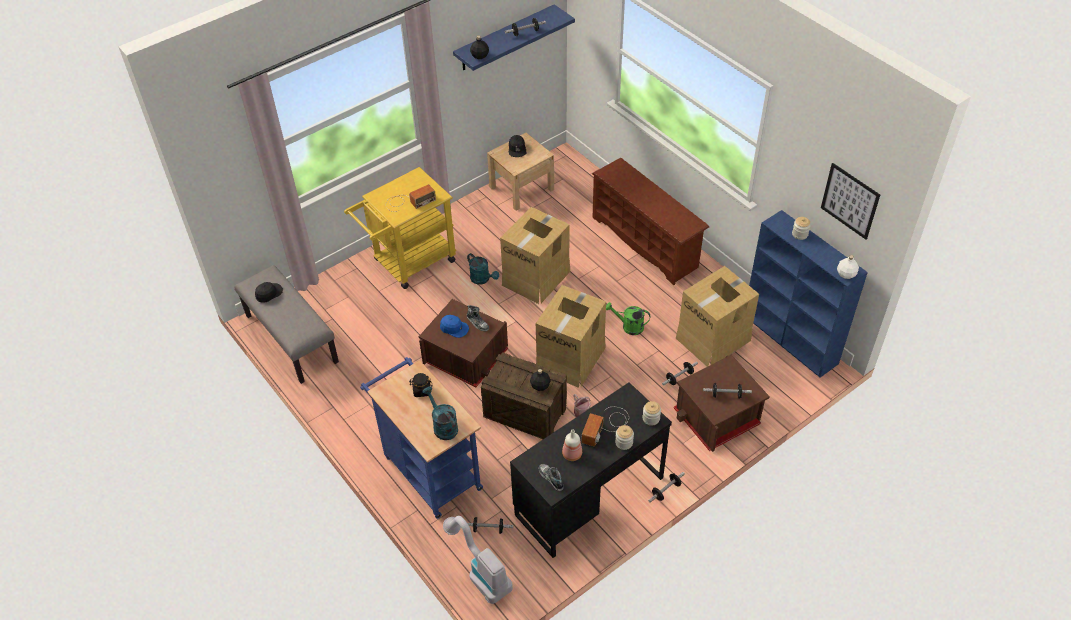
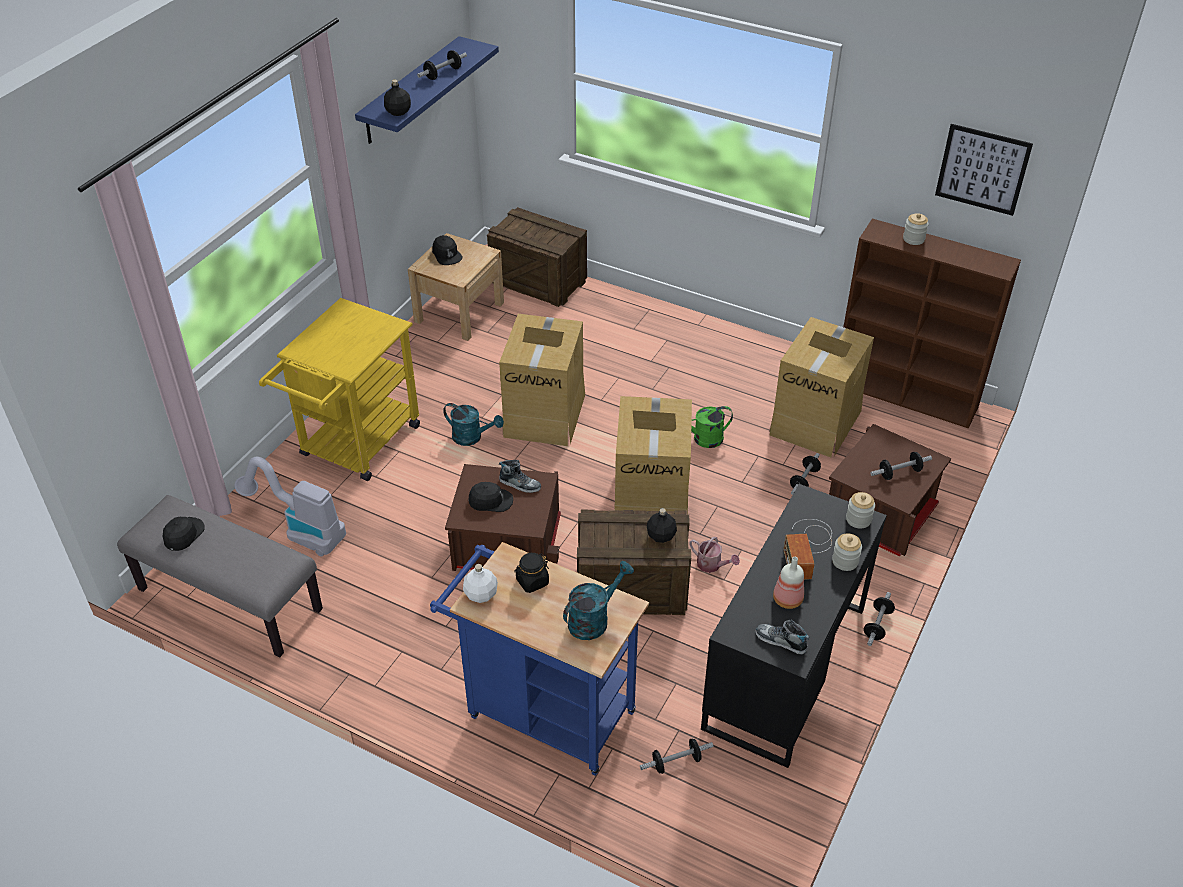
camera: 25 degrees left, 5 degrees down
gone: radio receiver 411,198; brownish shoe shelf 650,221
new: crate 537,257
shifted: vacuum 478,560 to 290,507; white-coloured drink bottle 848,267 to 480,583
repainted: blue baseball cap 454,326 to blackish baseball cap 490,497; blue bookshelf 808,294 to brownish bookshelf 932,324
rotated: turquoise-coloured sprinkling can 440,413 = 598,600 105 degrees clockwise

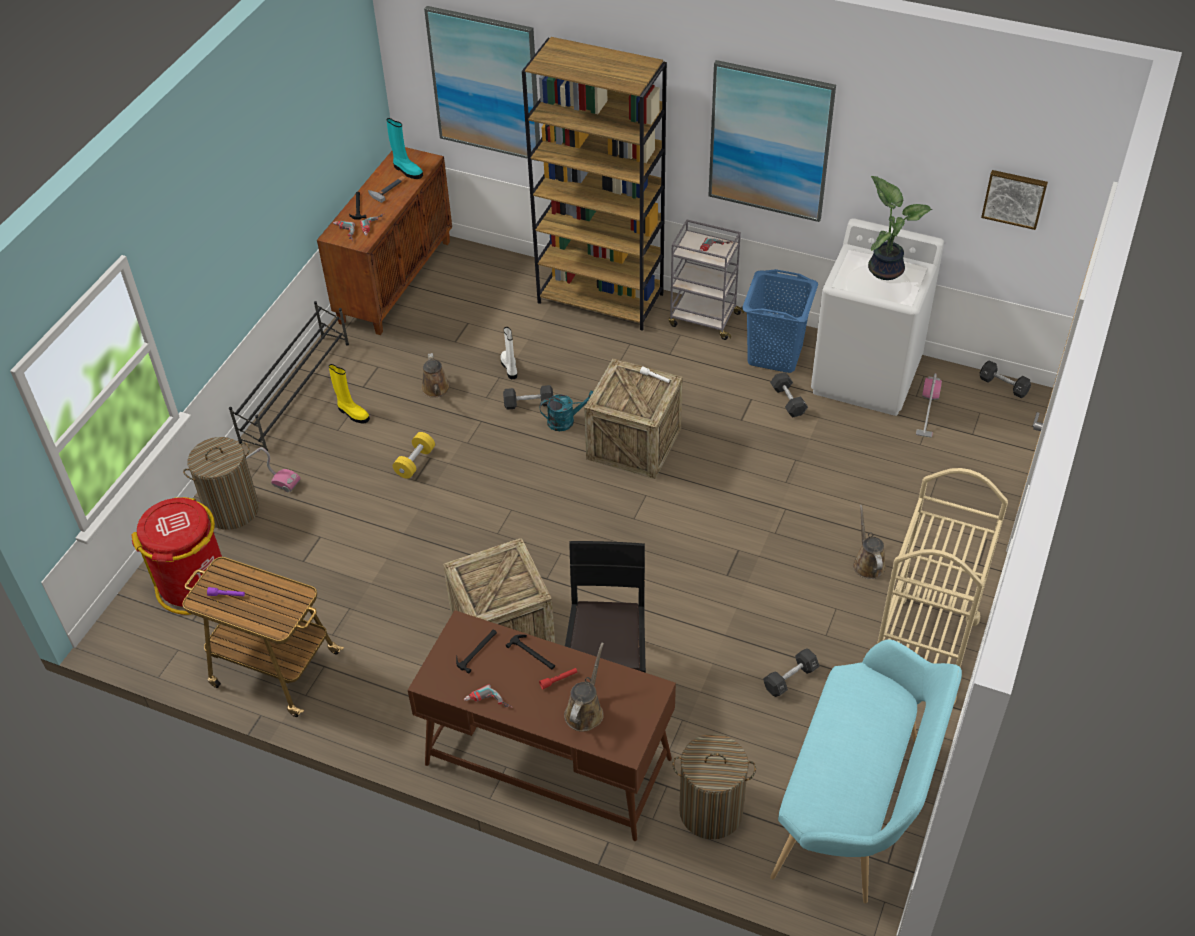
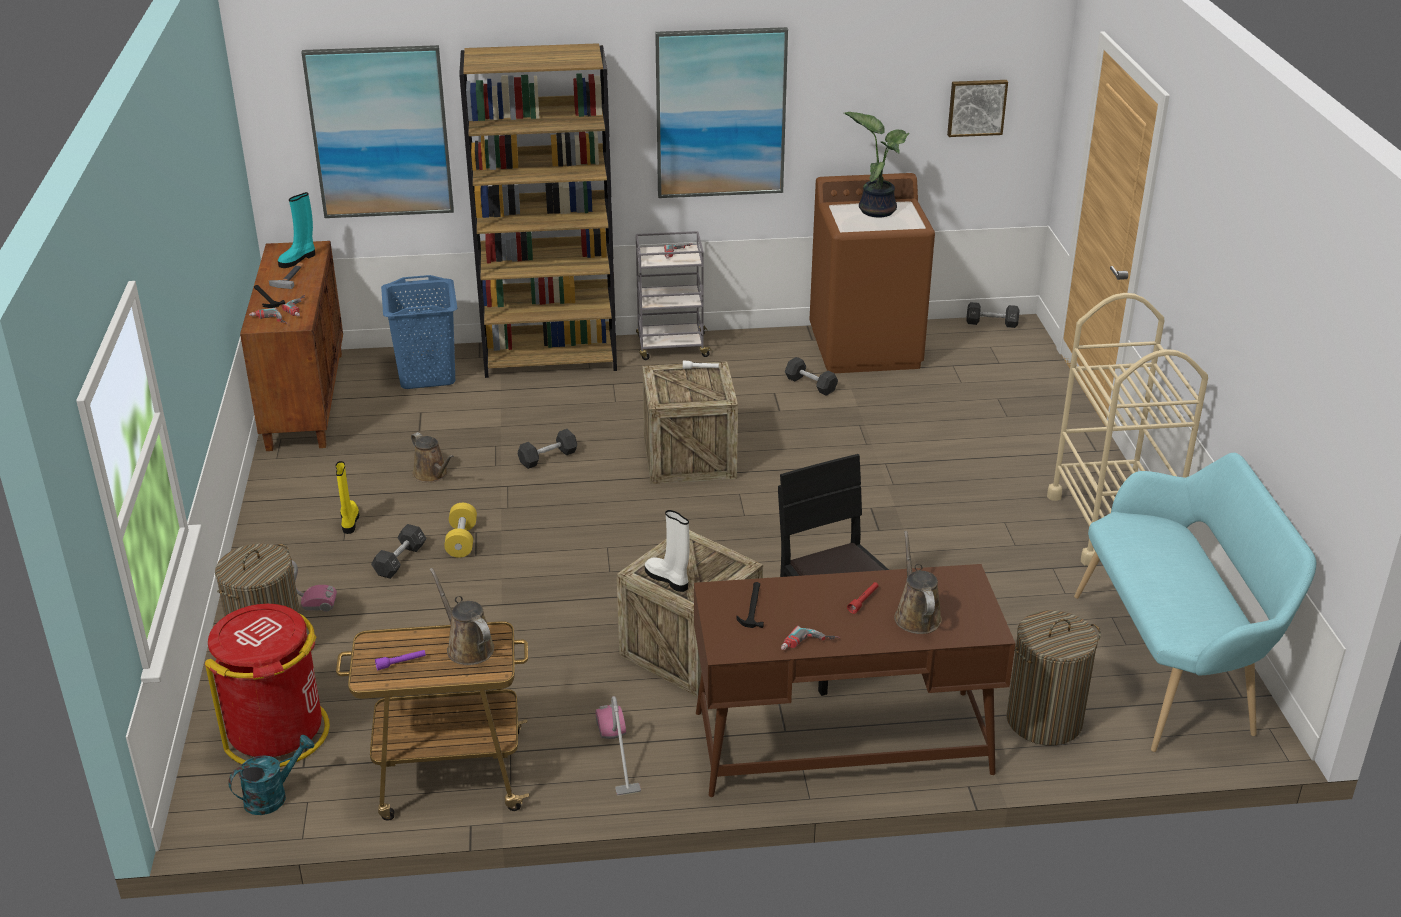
camera: 30 degrees left, 15 degrees down
gone: blackish shoe shelf 289,376; tool hammer 530,652
shifted: turquoise-coloured sprinkling can 566,411 to 271,775; blackish dumbbell 791,672 to 399,551; blue hamper 780,321 to 419,332; brownish sprinkling can 869,542 to 462,616; vacuum 929,405 to 618,746; white-coloured tall boot 509,353 to 667,551
repainted: white-coloured laundry machine 877,317 to brownish laundry machine 872,273
rotated: turquoise-coloured tall boot 404,148 = 296,230 120 degrees clockwise; yellowish tall boot 349,394 = 347,497 105 degrees counterclockwise

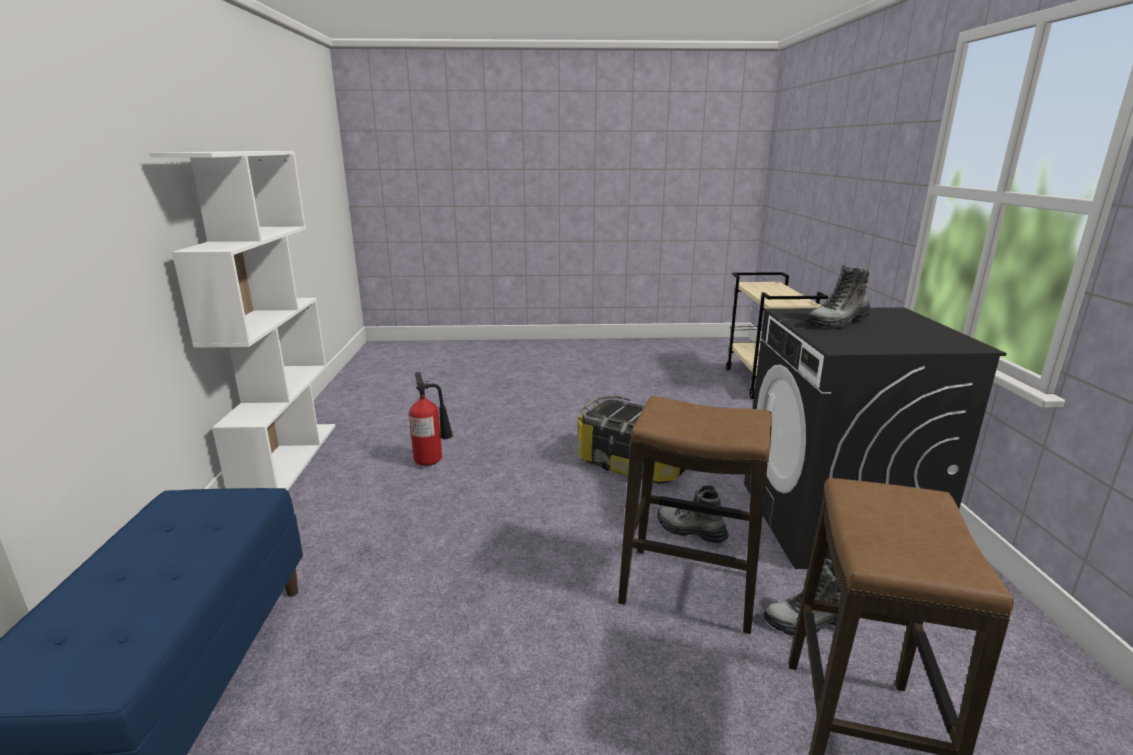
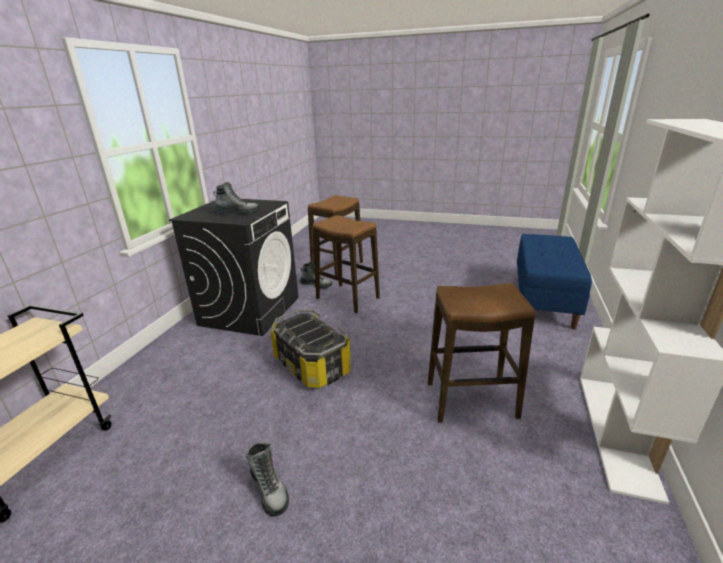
camera: 160 degrees left, 5 degrees up
shifted: tall boot 693,514 to 267,479
swapped: fire-fighting cylinder 431,419 to stool 481,353

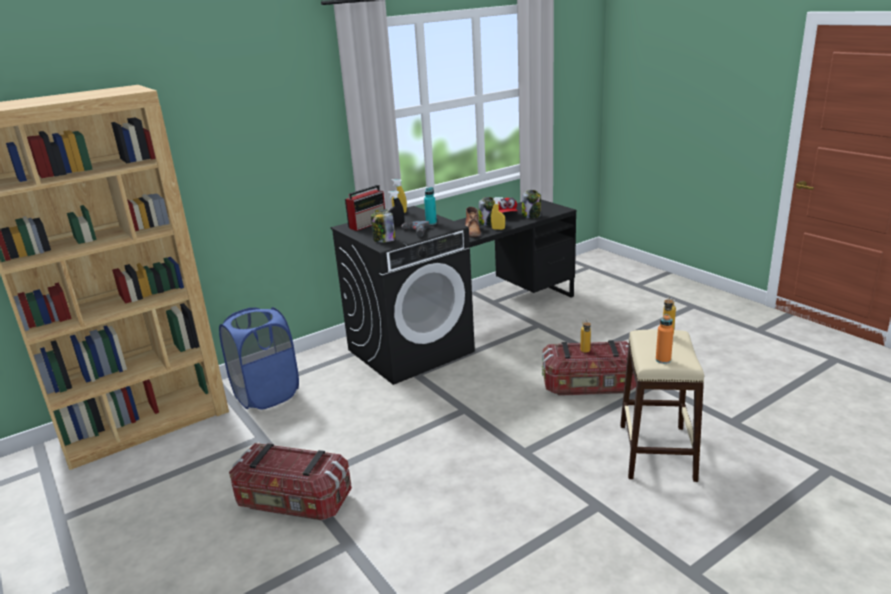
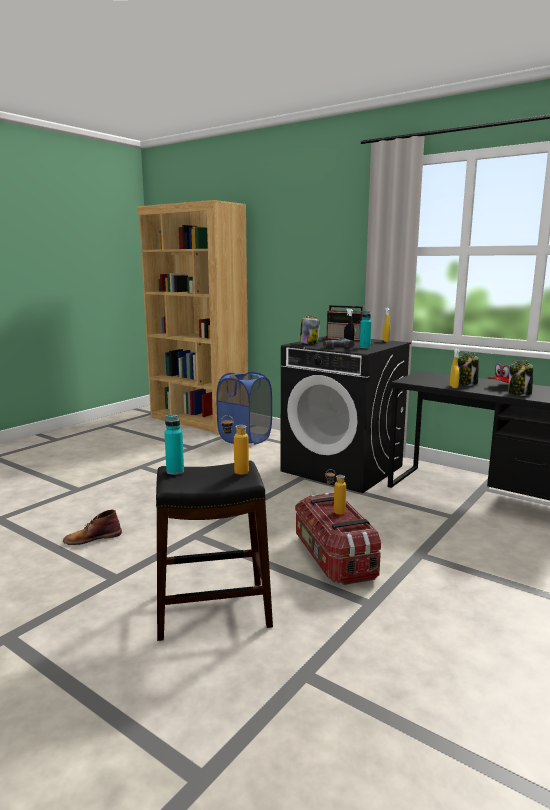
camera: 70 degrees right, 10 degrees down
gone: storage container 290,481
shifted: brownish tall boot 473,222 to 92,527
repainted: sand-coloured stool 662,406 to blackish stool 214,550; orange drink bottle 665,339 to turquoise-coloured drink bottle 174,445

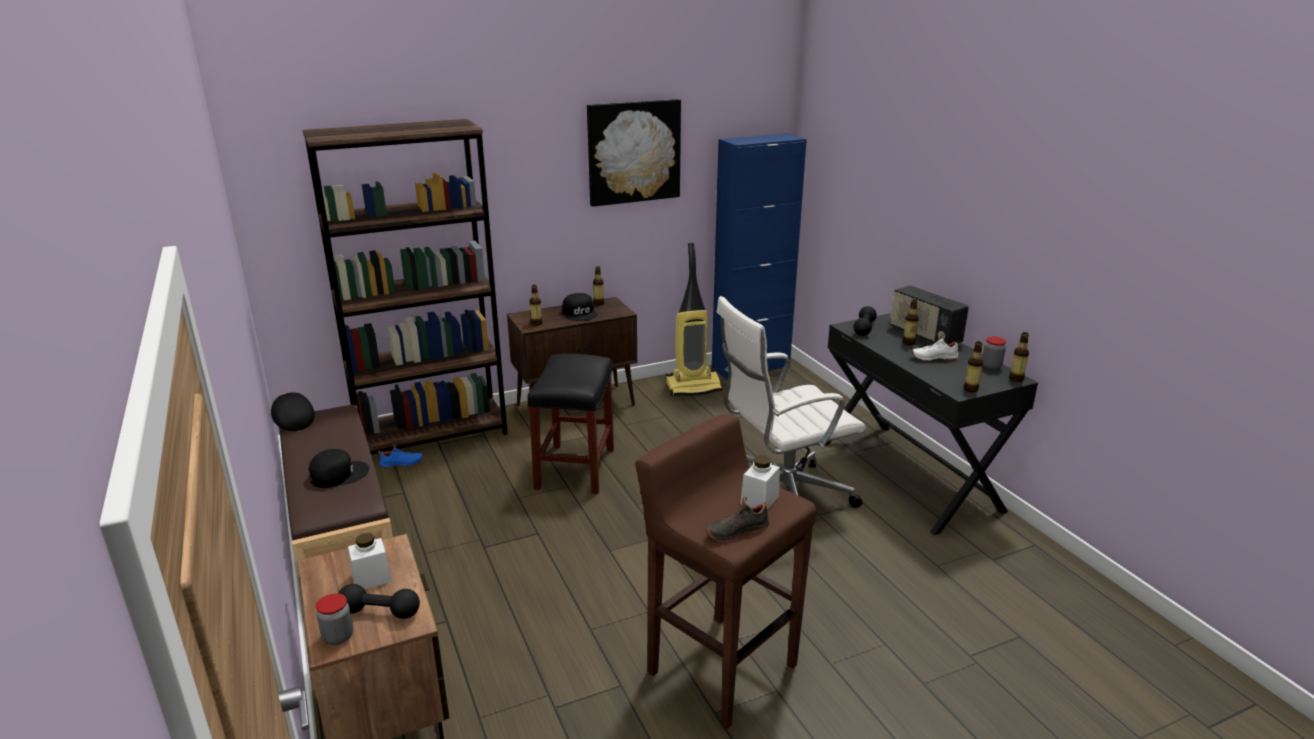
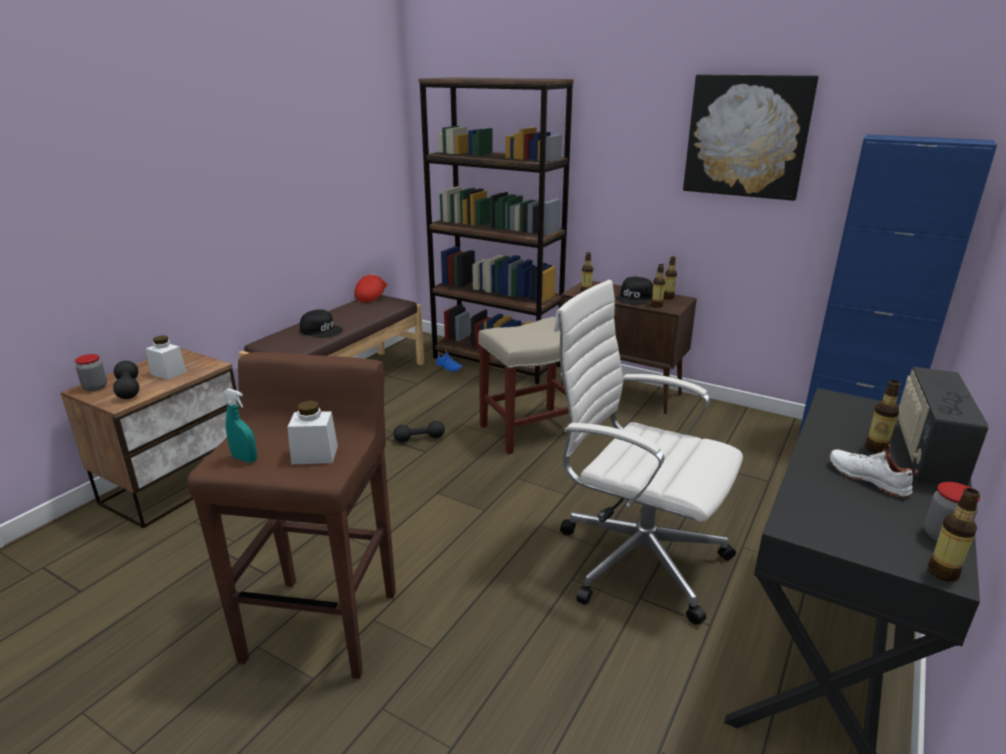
camera: 55 degrees right, 0 degrees up
gone: vacuum 694,319
shifted: blackish dumbbell 865,321 to 419,431; drink bottle 973,367 to 658,286
swapped: blackish low shoe 737,518 to turquoise-coloured sprayer 240,425
repainted: blackish baseball cap 293,411 to reddish baseball cap 370,288; blackish stool 570,424 to sand-coloured stool 523,385

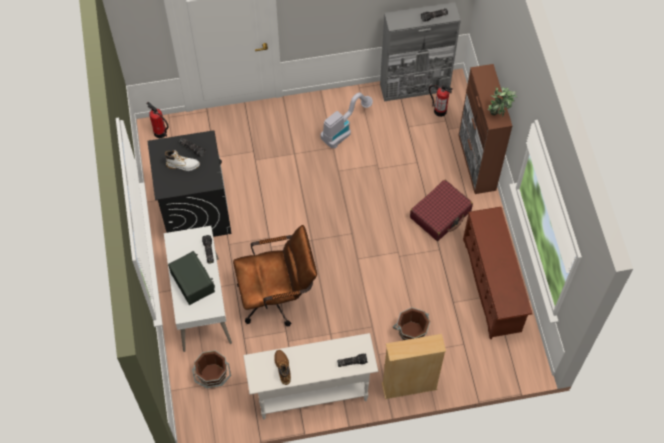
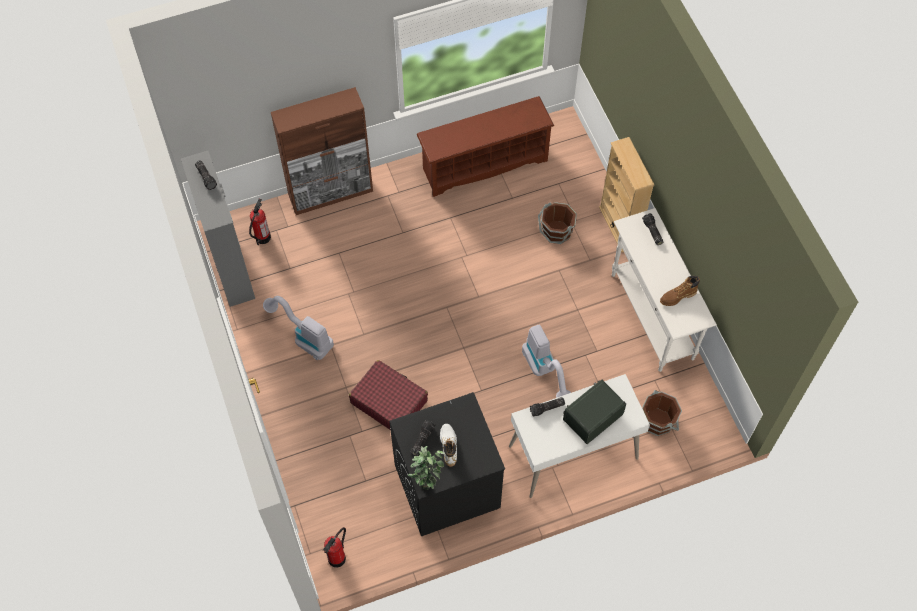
camera: 100 degrees left, 0 degrees up
shifted: reddish travel case 441,210 to 388,395; houseplant 502,102 to 426,468
swapped: brownish desk chair 275,276 to vacuum 546,361

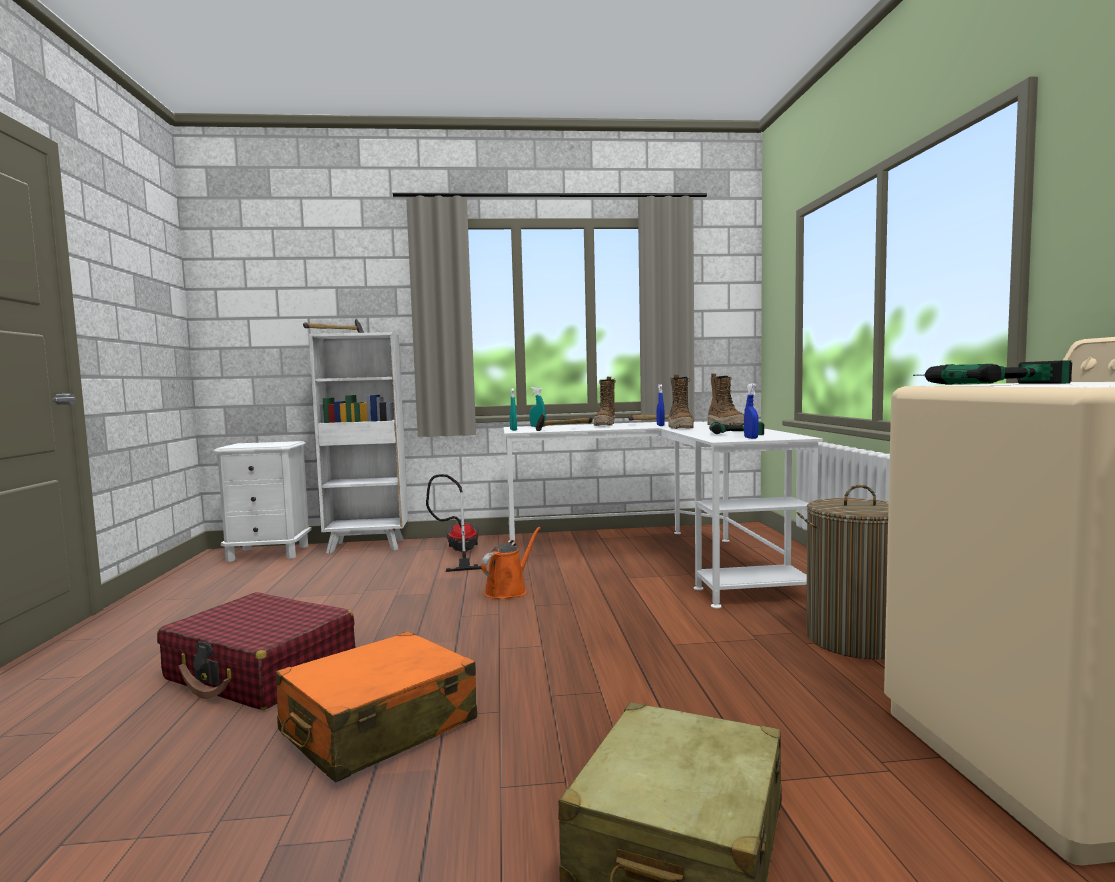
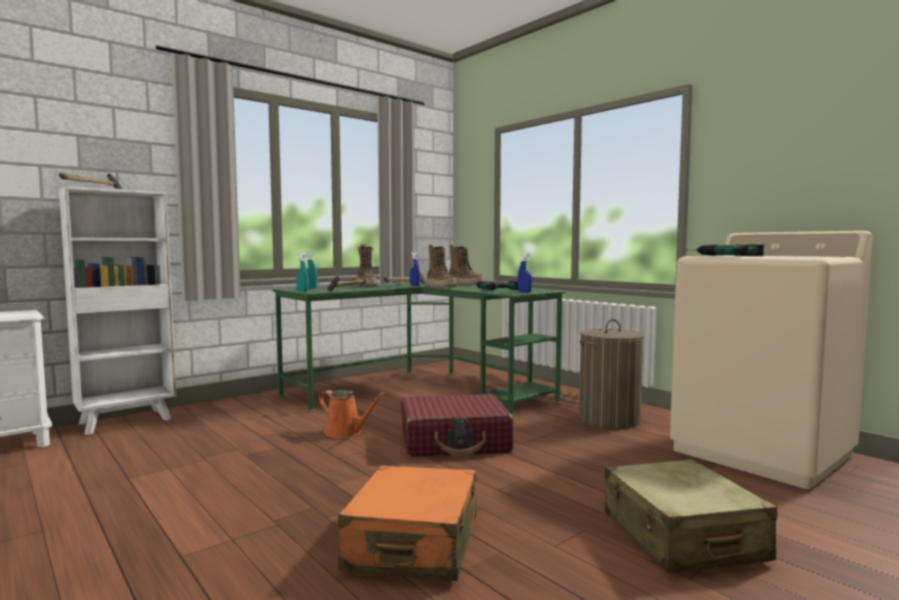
camera: 35 degrees left, 0 degrees up
gone: vacuum 453,523
shifted: reddish travel case 256,651 to 457,425
repainted: white-coloured desk table 663,515 to green-coloured desk table 418,349
rotated: orange sprinkling can 511,563 = 352,414 120 degrees clockwise

